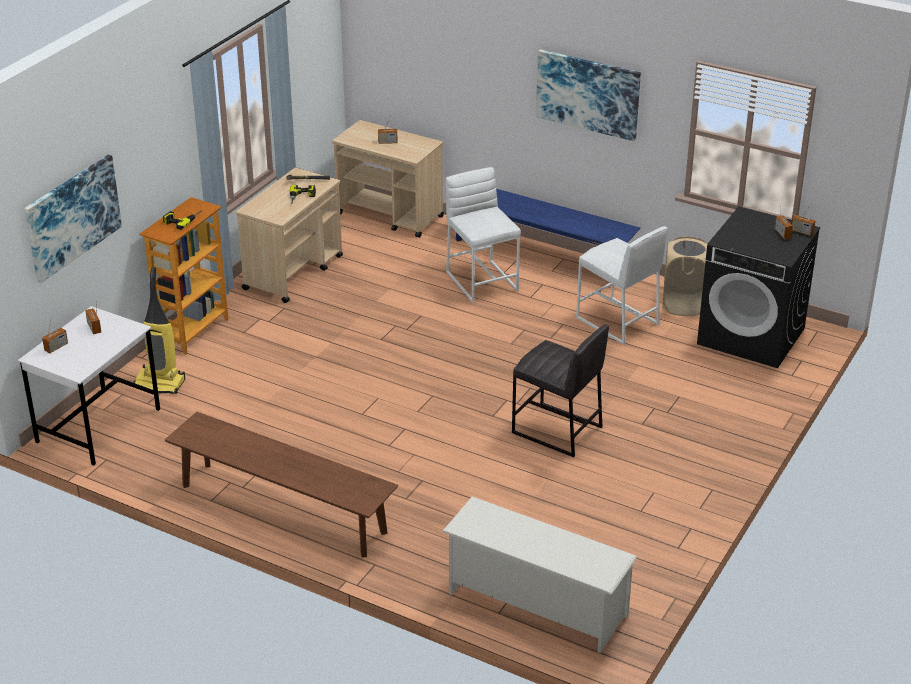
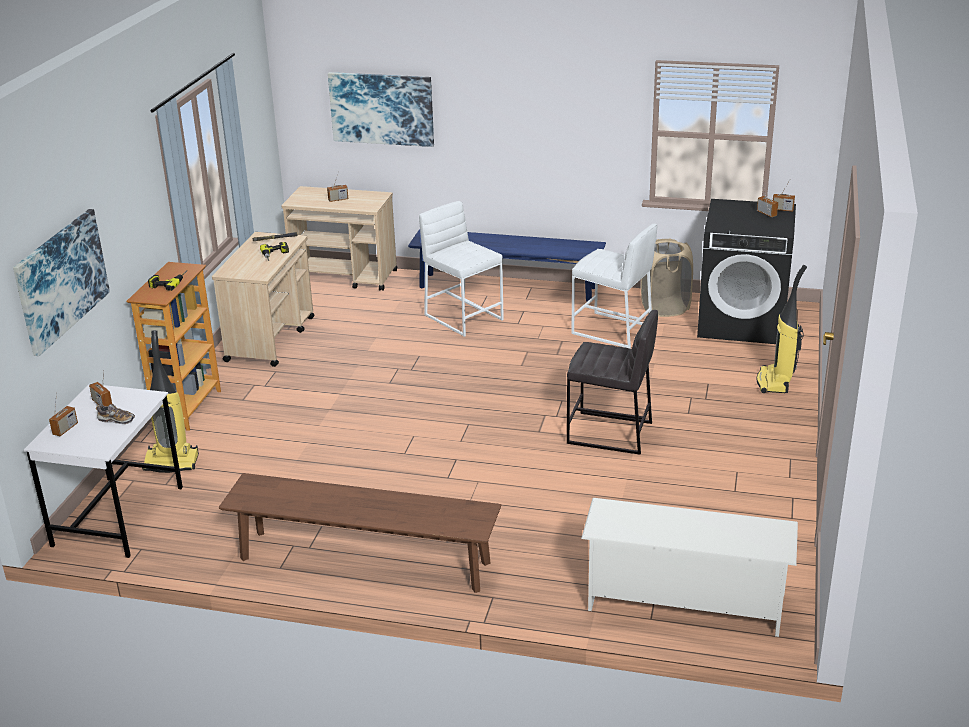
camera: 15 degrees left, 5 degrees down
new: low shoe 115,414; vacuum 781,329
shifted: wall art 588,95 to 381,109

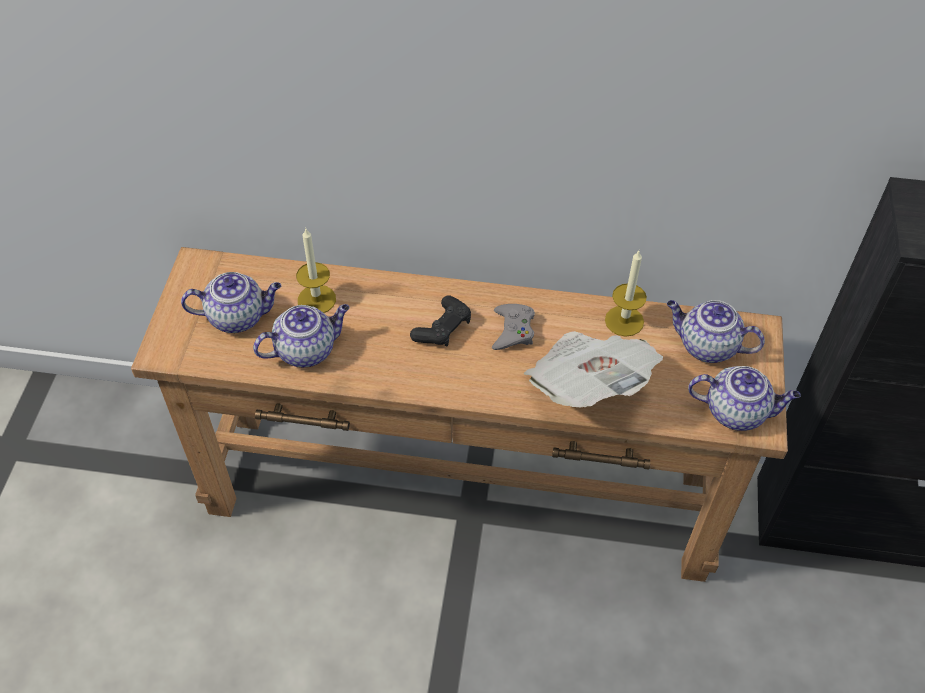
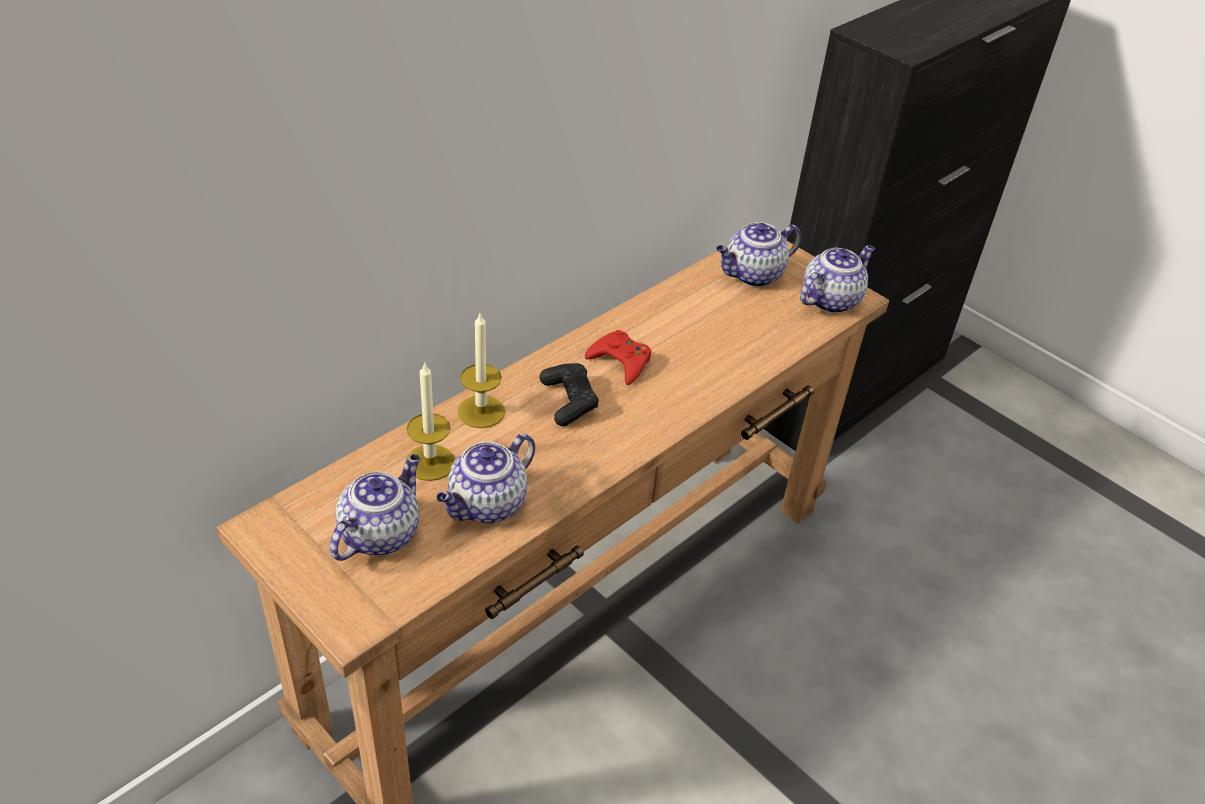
camera: 55 degrees left, 10 degrees down
gone: printed paper 593,369
shifted: candle 626,294 to 481,371
repainted: grey gamepad 513,327 to reddish gamepad 618,357
rotated: teapot 301,335 = 485,478 150 degrees counterclockwise

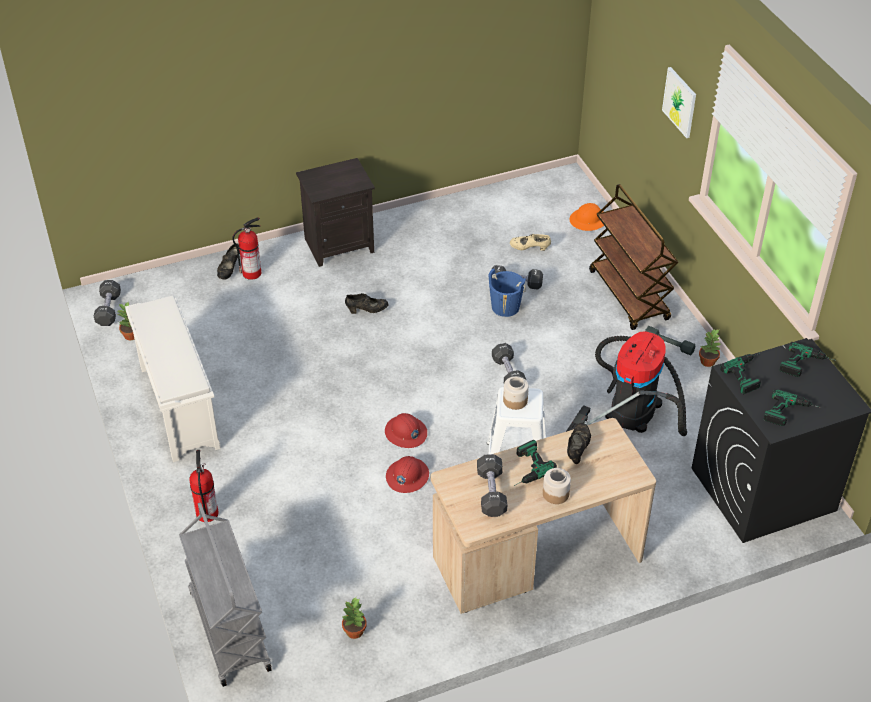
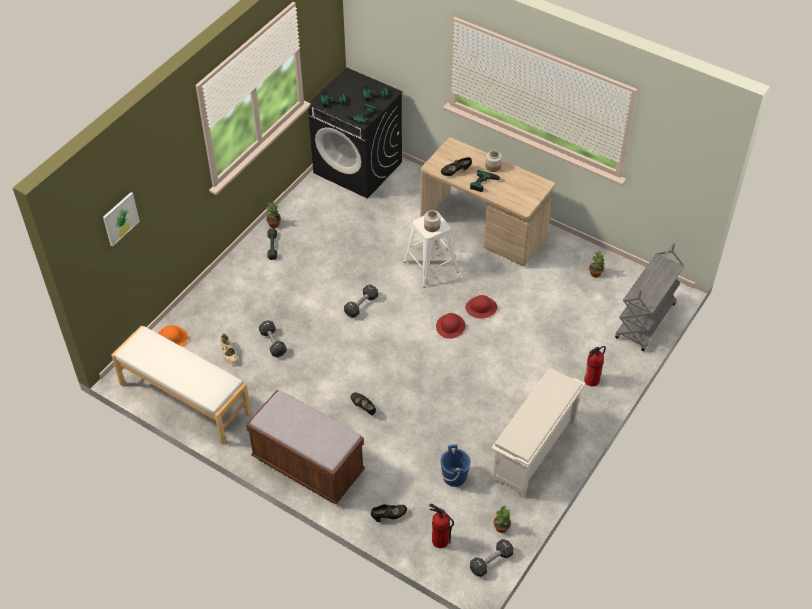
camera: 125 degrees left, 5 degrees up
gone: blackish dumbbell 492,485; vacuum 626,384; brownish cart 633,257
new: white-coloured bench 181,385
shifted: wall art 679,102 to 121,219; fire-fighting cylinder 246,248 to 441,526; blue bucket 507,293 to 455,465
swapped: blackish bedside table 335,212 to brownish bench 305,447

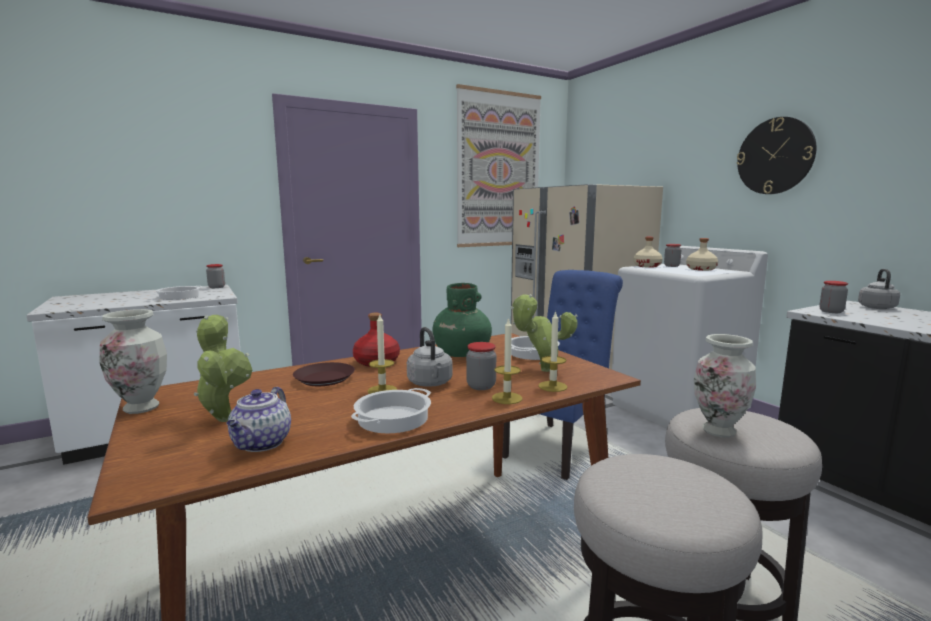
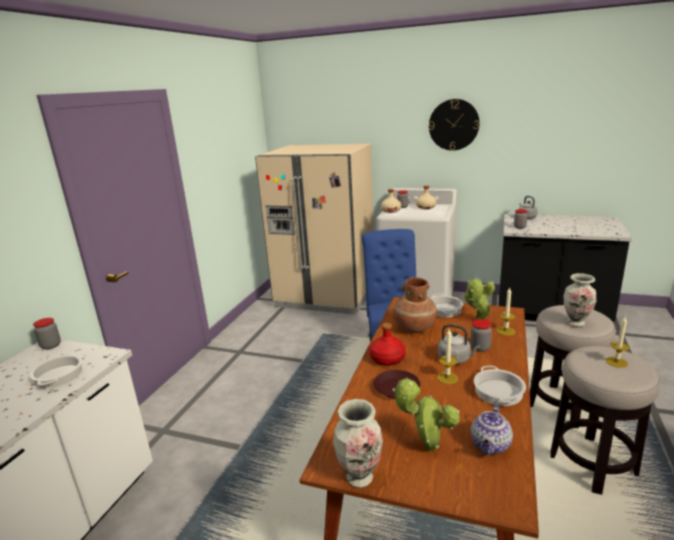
camera: 40 degrees left, 10 degrees up
gone: wall art 498,165
shifted: candle 507,360 to 617,342
repainted: green-coloured decorative vase 462,320 to brownish decorative vase 415,305
rotated: teapot 258,419 = 492,429 60 degrees clockwise

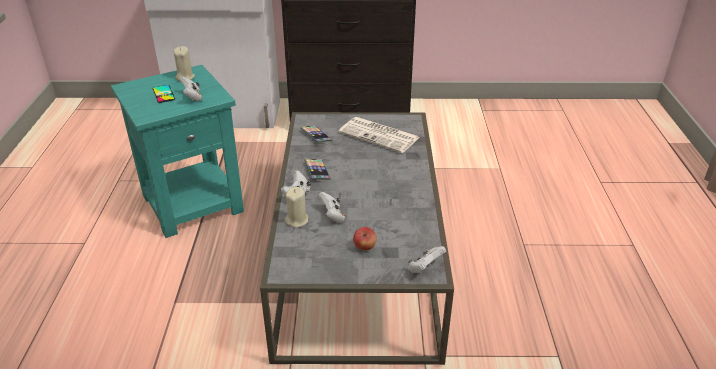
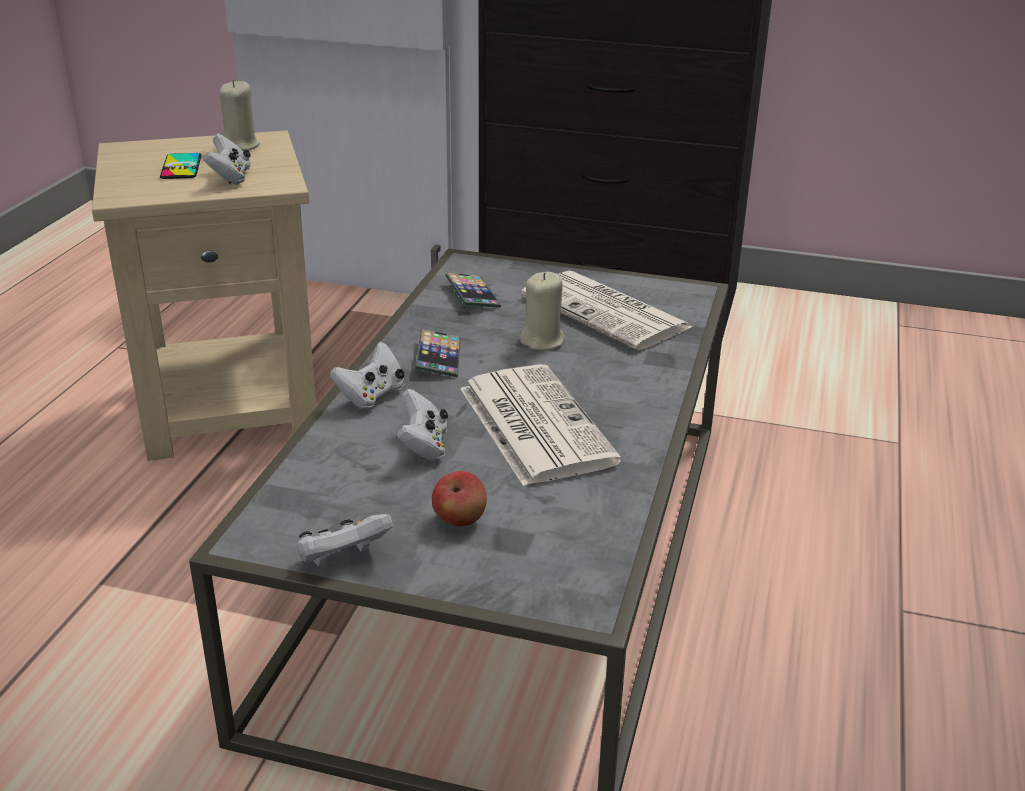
camera: 15 degrees right, 5 degrees down
new: printed paper 541,425
shifted: white-coloured gamepad 427,259 to 345,540; sand-coloured candle 296,207 to 542,311
repainted: turquoise-coloured accent table 177,151 to sand-coloured accent table 204,295

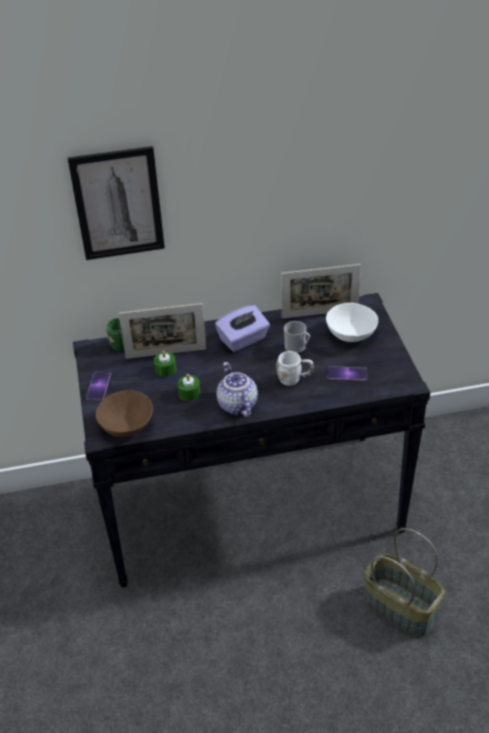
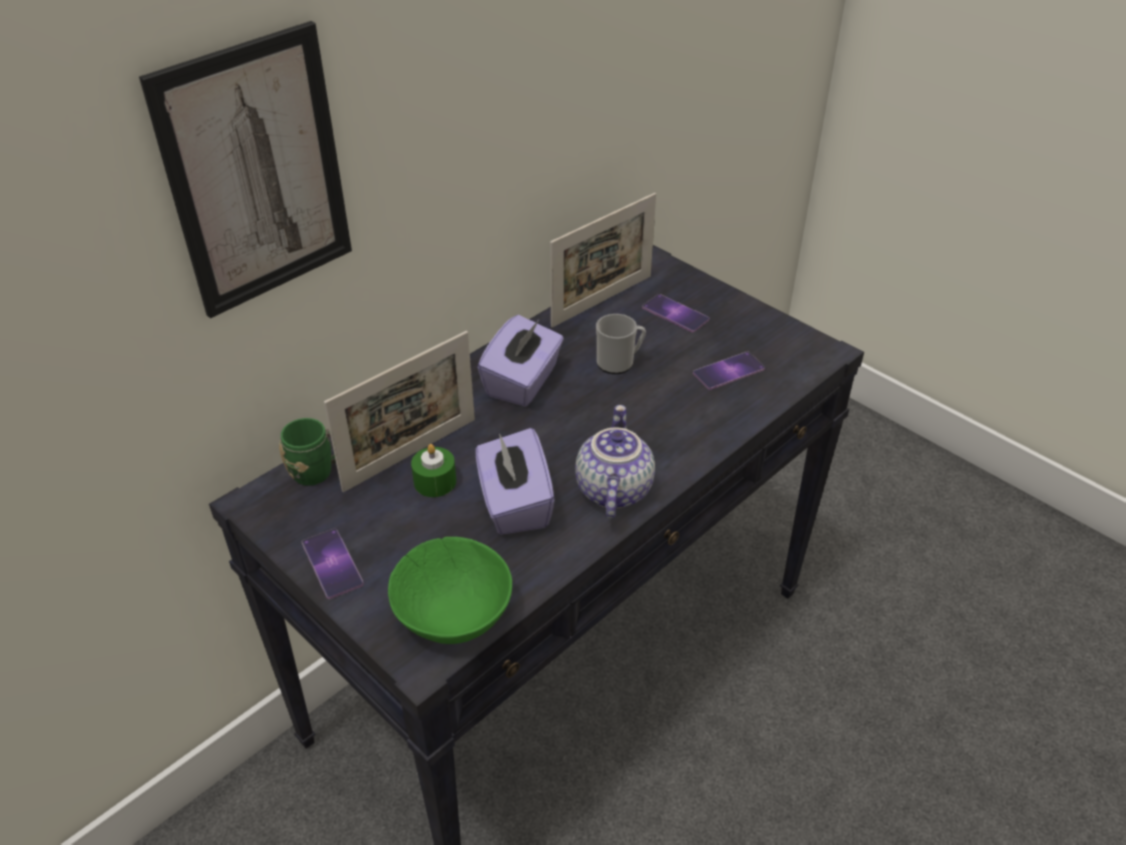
camera: 35 degrees left, 0 degrees up
gone: white-coloured coffee mug 294,368; basket 404,582
swapped: green-coloured candle 189,387 to purple tissue holder 515,481; white-coloured bowl 352,322 to phone 675,313
repainted: brownish bowl 124,413 to green-coloured bowl 450,590
rotated: teapot 237,390 = 615,462 60 degrees clockwise

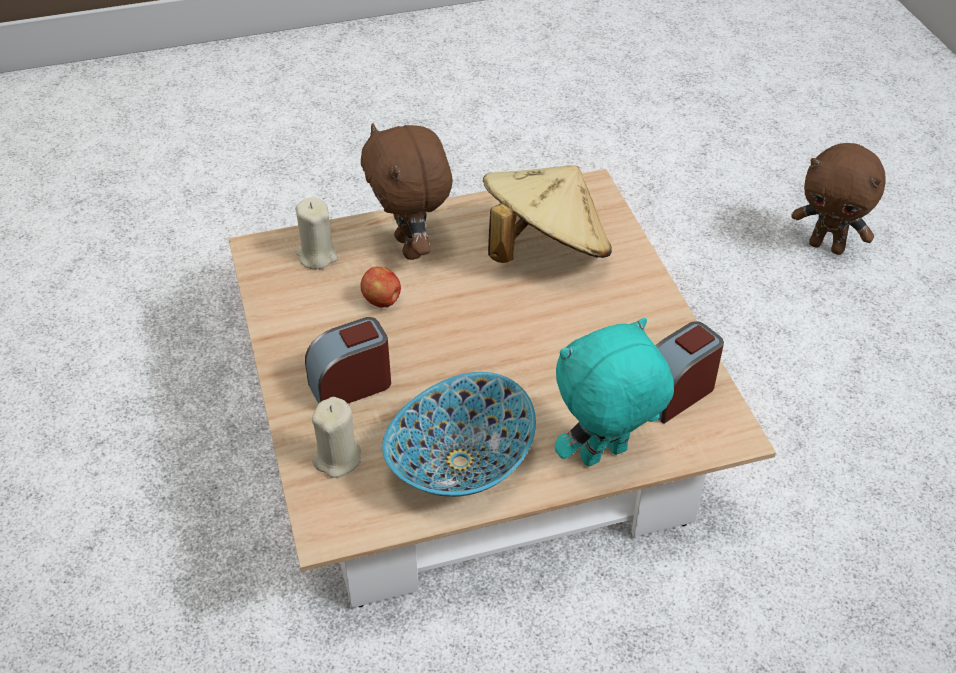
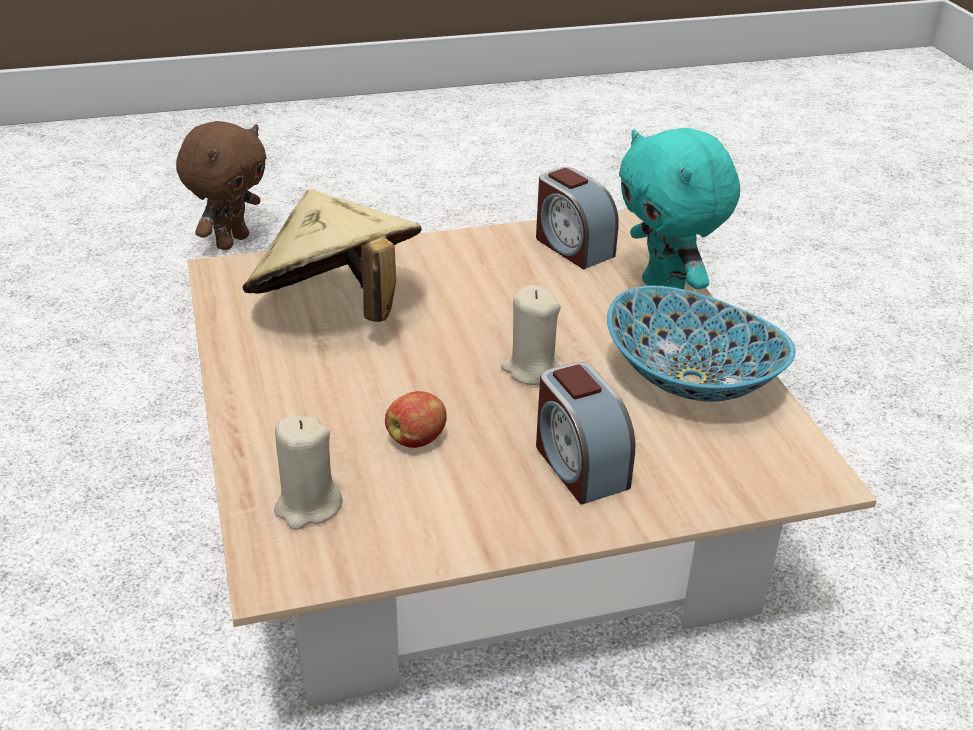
camera: 90 degrees left, 10 degrees down
gone: brownish plush toy 406,191
shifted: sand-coloured candle 336,437 to 531,335

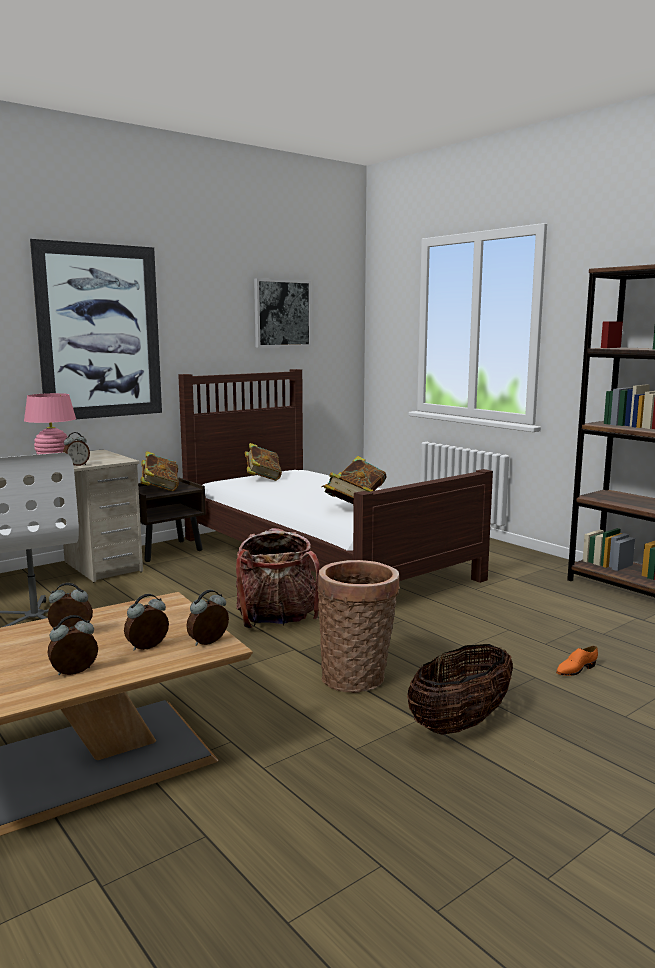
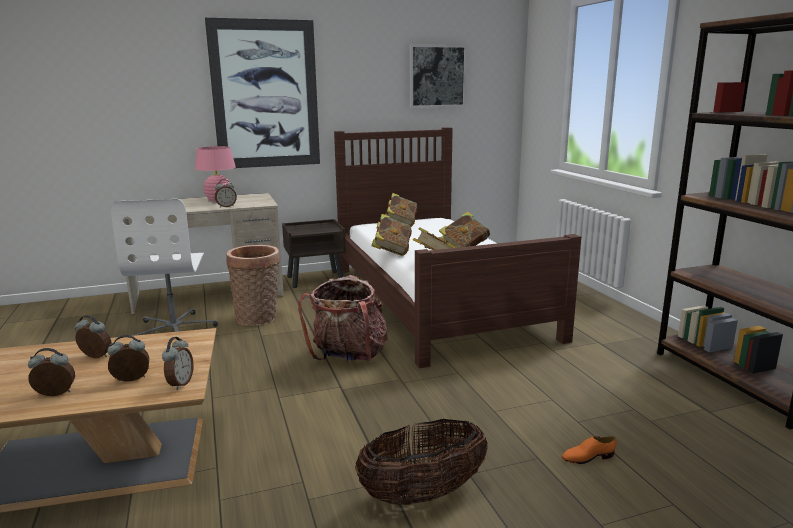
camera: 20 degrees right, 5 degrees up
shifted: basket 358,626 to 253,285; volume 160,471 to 392,235
rotated: bedside clock 207,618 = 178,363 120 degrees clockwise

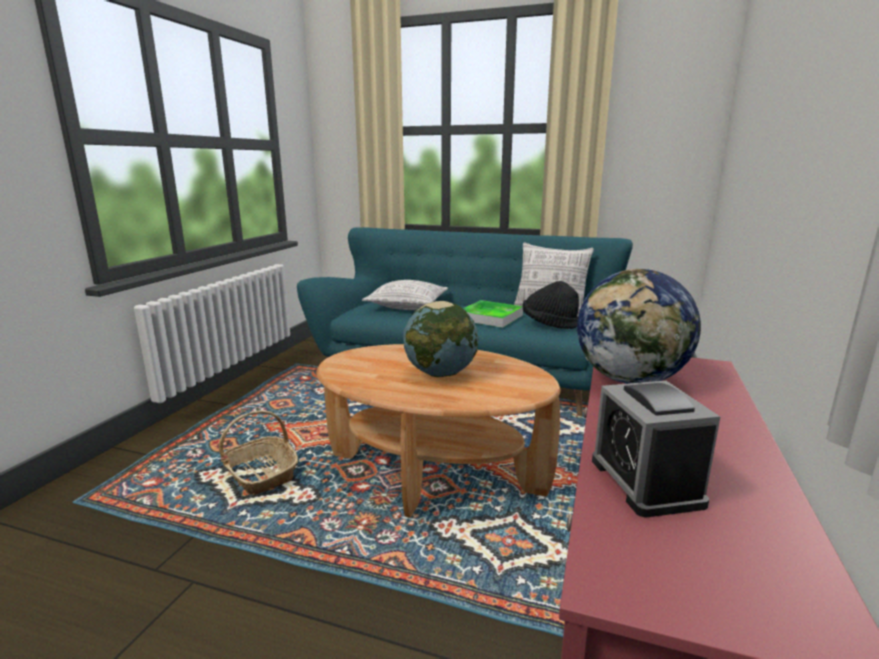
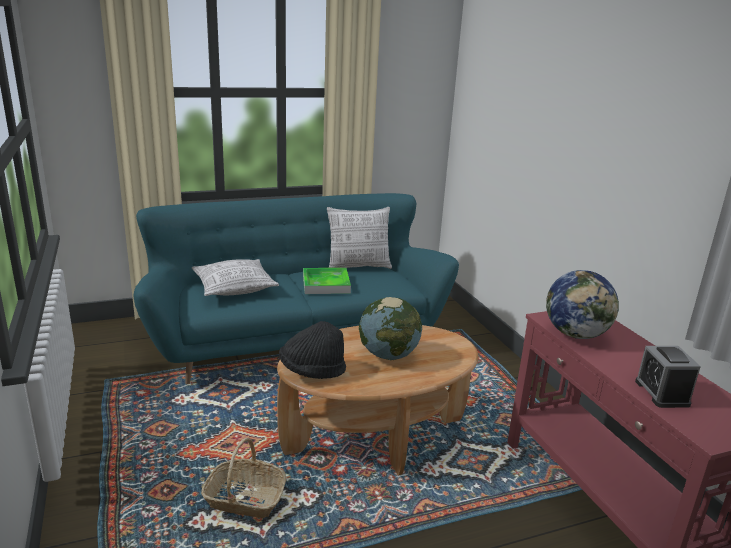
camera: 40 degrees left, 5 degrees up
shifted: blackish hat 551,305 to 312,350
rotated: bedside clock 656,449 = 668,377 45 degrees clockwise

